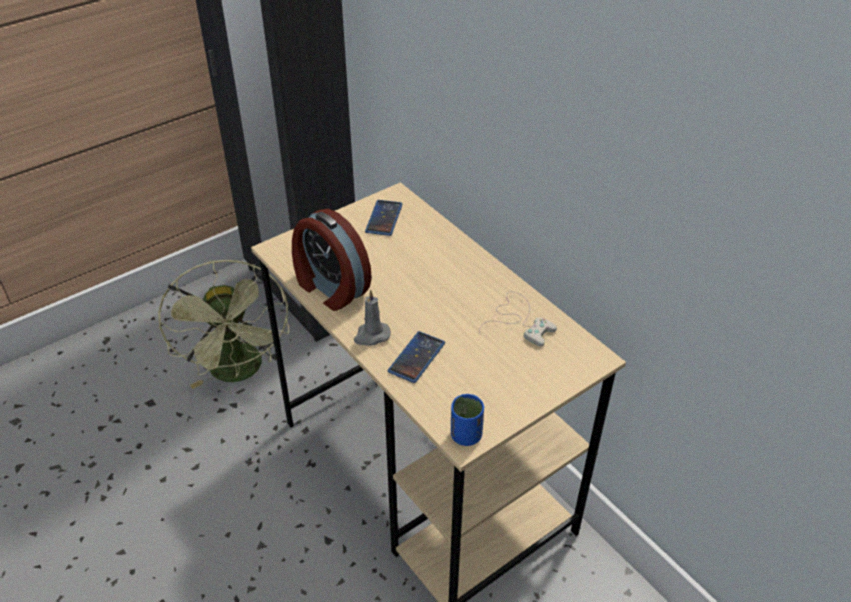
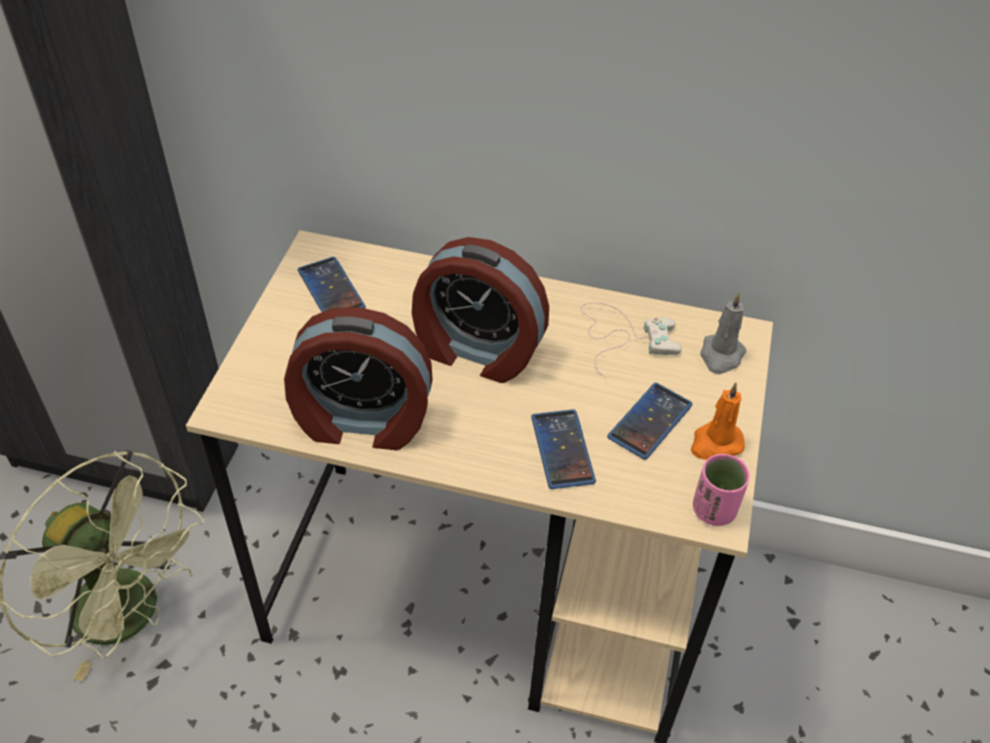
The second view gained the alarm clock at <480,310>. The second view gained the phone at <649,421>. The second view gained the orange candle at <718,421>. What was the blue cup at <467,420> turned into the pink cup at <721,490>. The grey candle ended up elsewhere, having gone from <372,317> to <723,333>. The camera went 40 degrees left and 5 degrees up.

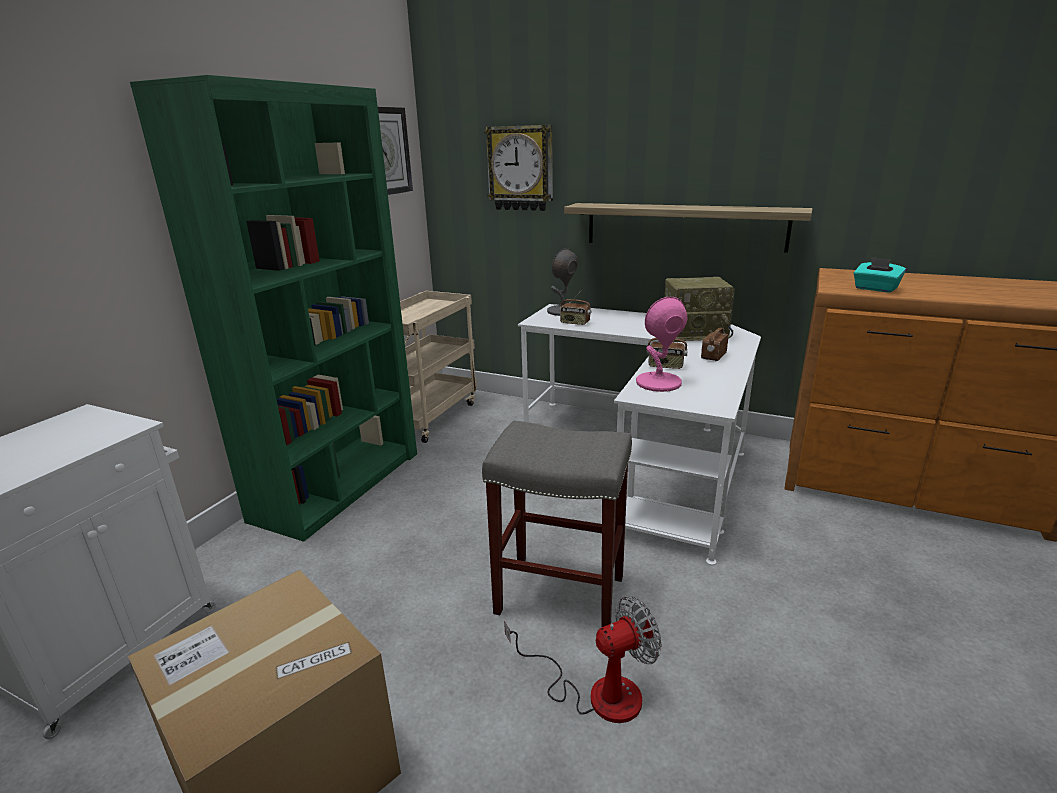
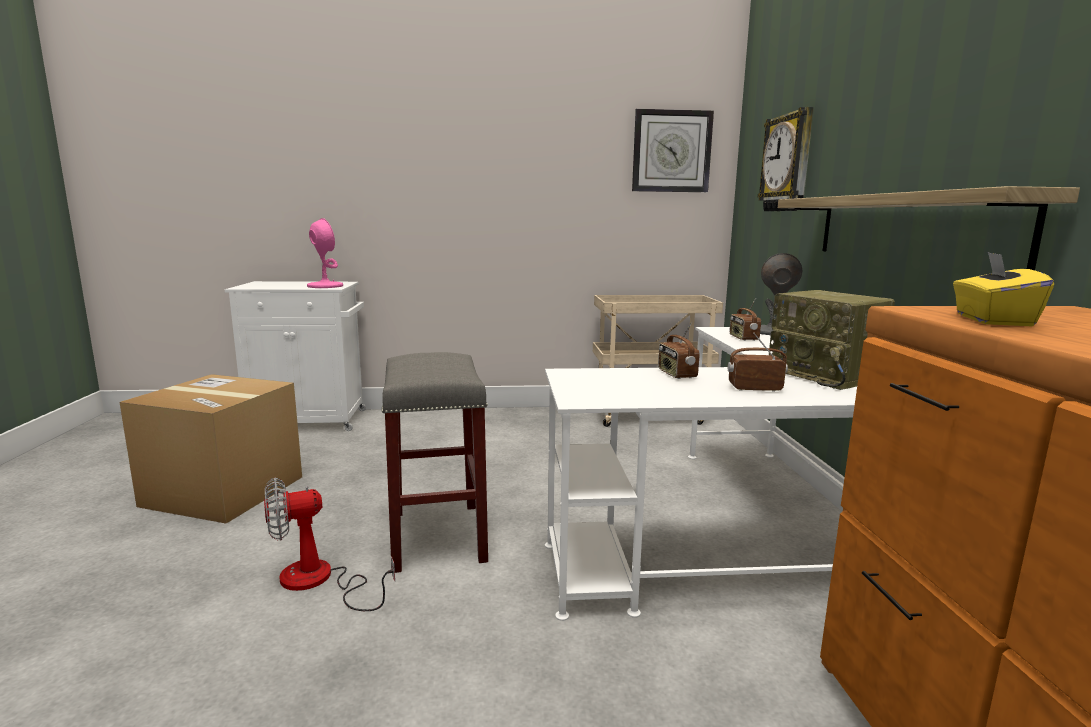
The fan at <583,659> ended up facing another way, 120 degrees clockwise from before. The pink table lamp ended up elsewhere, having gone from <662,344> to <325,253>. What was the turquoise tissue box at <880,275> turned into the yellow tissue box at <1003,289>. The second view lost the green bookcase at <273,308>. The camera went 60 degrees right and 10 degrees down.

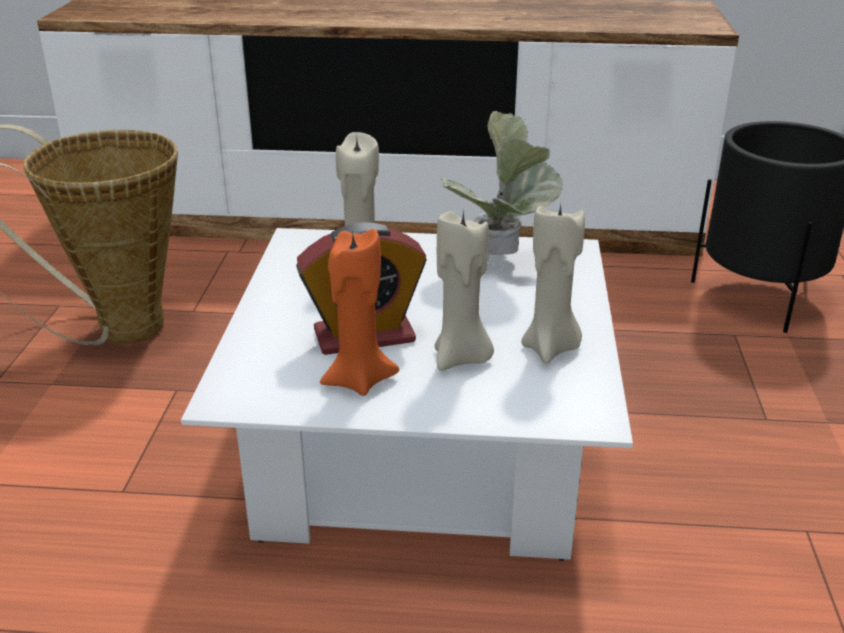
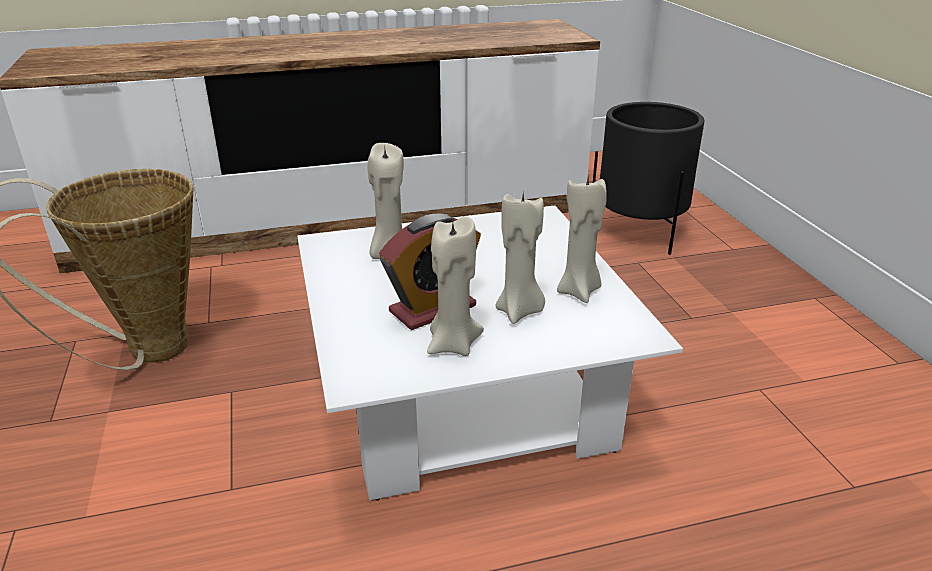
What was the orange candle at <359,312> turned into the beige candle at <455,286>. The second view lost the potted plant at <502,186>. The camera went 20 degrees left and 0 degrees up.

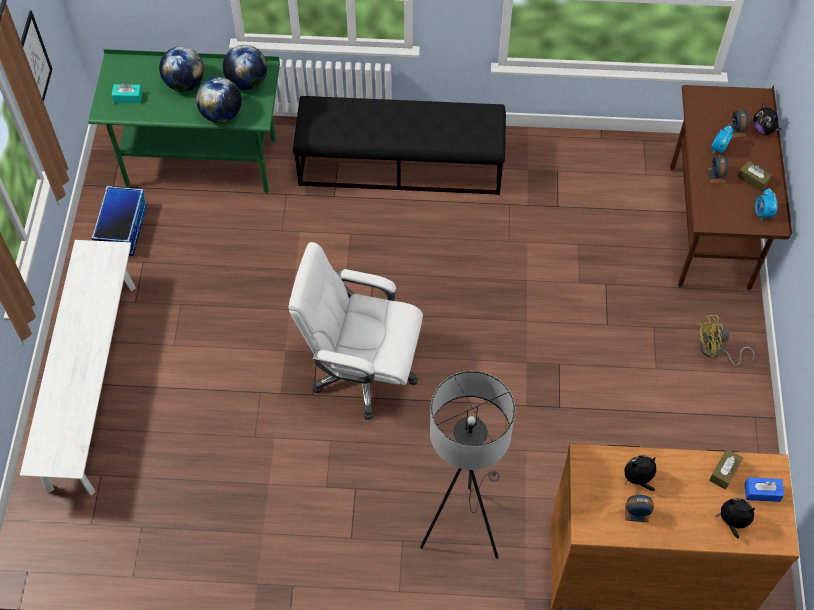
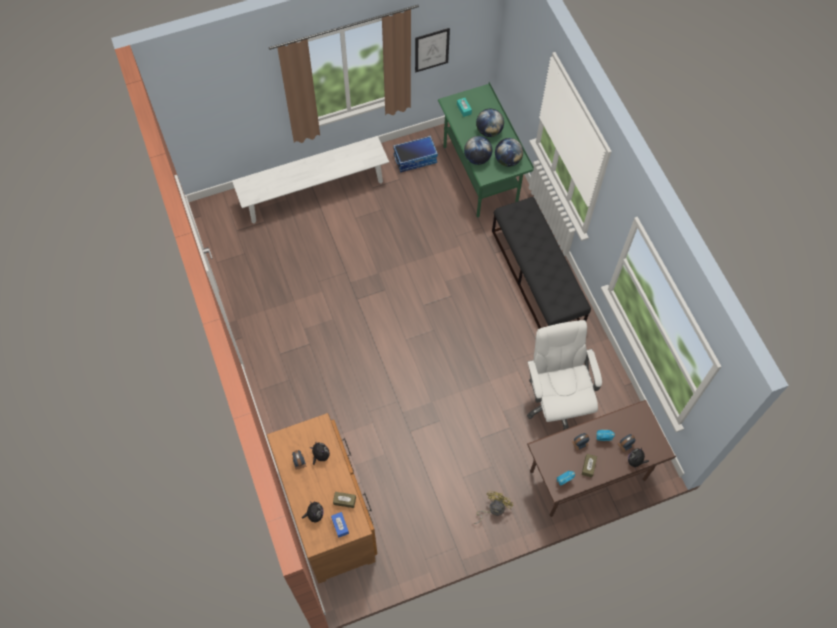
The yellow fan at <726,340> ended up facing another way, 60 degrees clockwise from before. The white office chair ended up elsewhere, having gone from <355,331> to <564,375>. The second view lost the grey floor lamp at <467,465>. The camera went 65 degrees right and 5 degrees up.

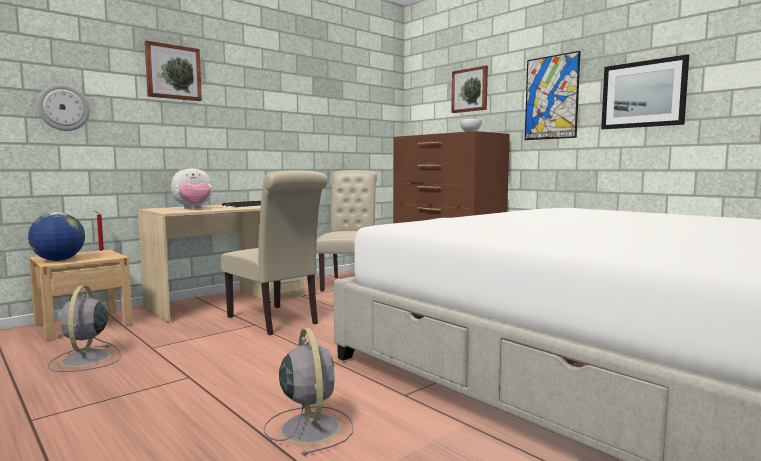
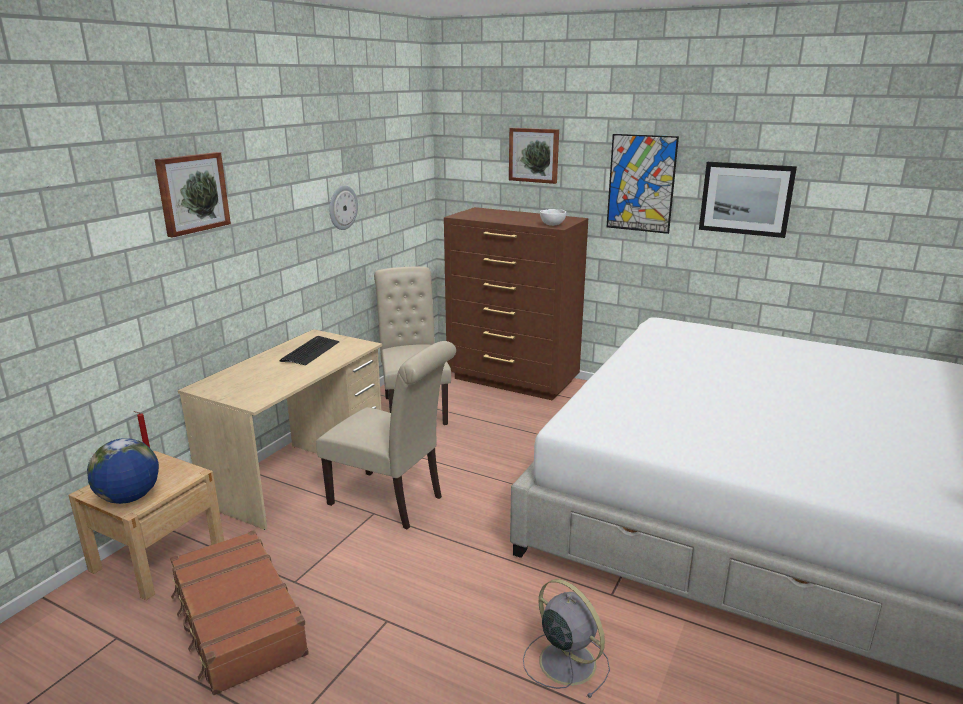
Where the grey fan stood at <84,328>, the brown suitcase came to stand at <239,612>. The wall clock ended up elsewhere, having gone from <63,107> to <343,207>. The second view lost the plush toy at <191,188>. The camera went 20 degrees left and 15 degrees up.

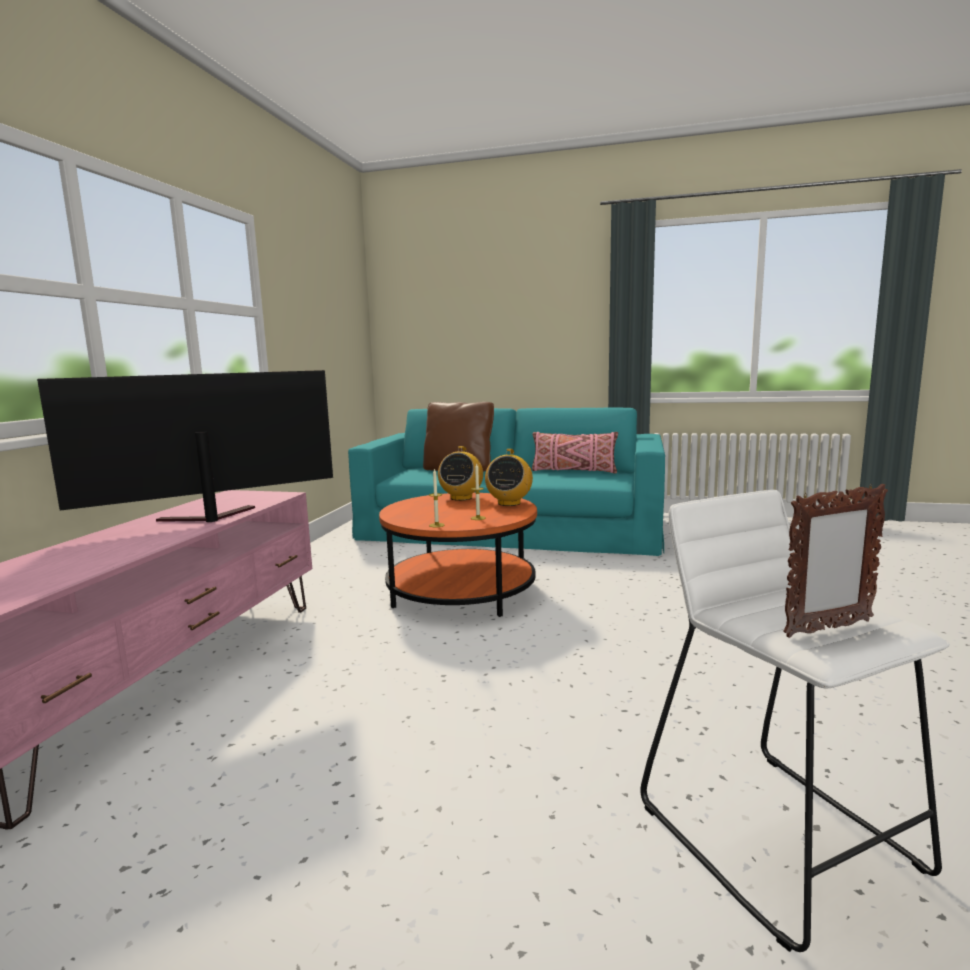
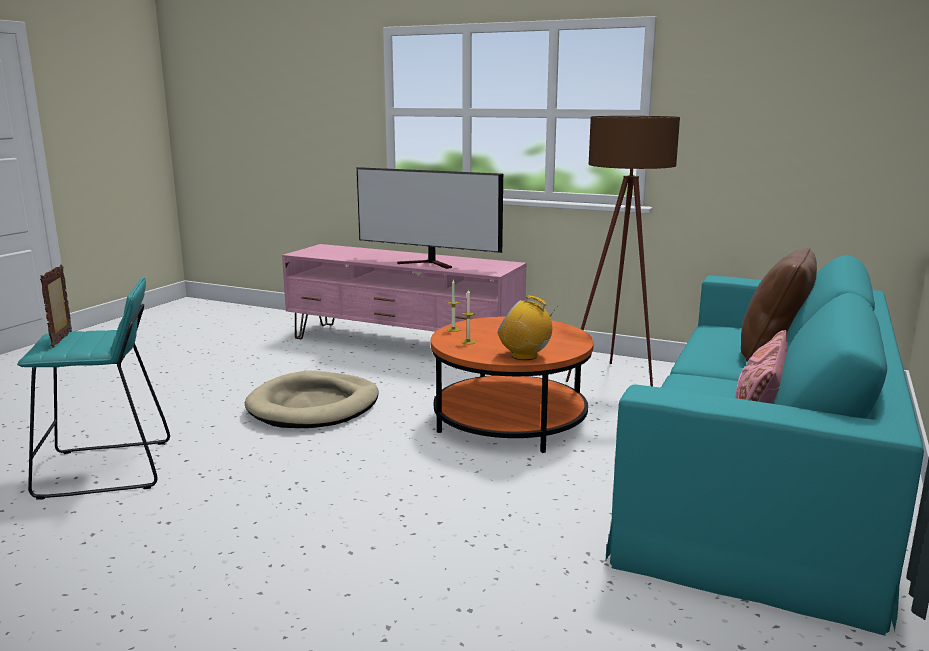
What was the white stool at <795,721> turned into the turquoise stool at <93,389>. The second view gained the beige dog bed at <311,399>. The television at <185,446> ended up facing another way, 135 degrees clockwise from before. The second view gained the brown floor lamp at <623,251>. The second view lost the radio at <460,473>. The camera went 100 degrees right and 5 degrees up.

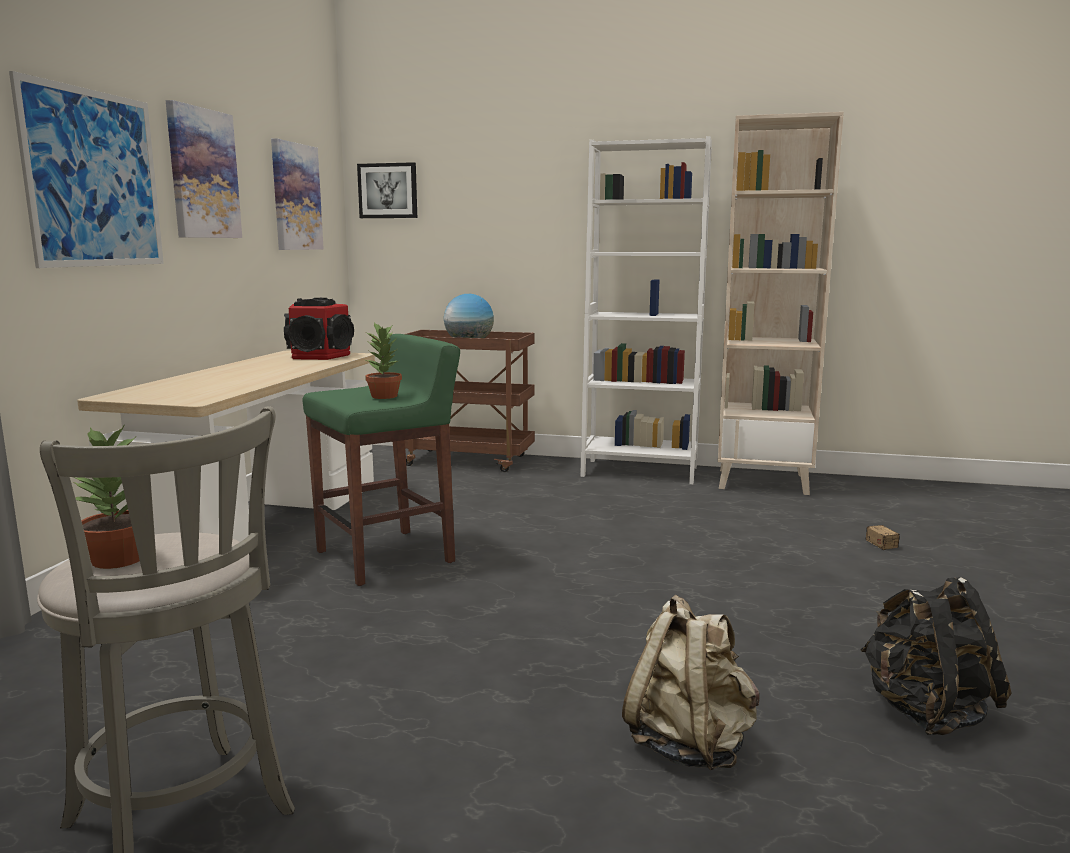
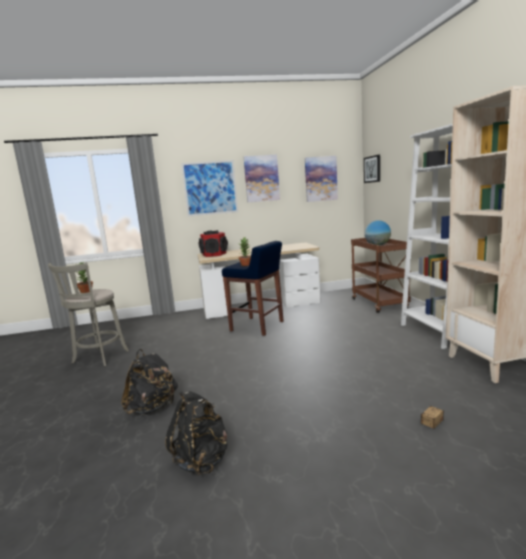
What was the beige backpack at <690,682> turned into the black backpack at <149,382>. The speaker ended up elsewhere, having gone from <319,329> to <213,243>. What was the green stool at <381,460> turned into the blue stool at <253,288>. The camera went 65 degrees right and 0 degrees up.

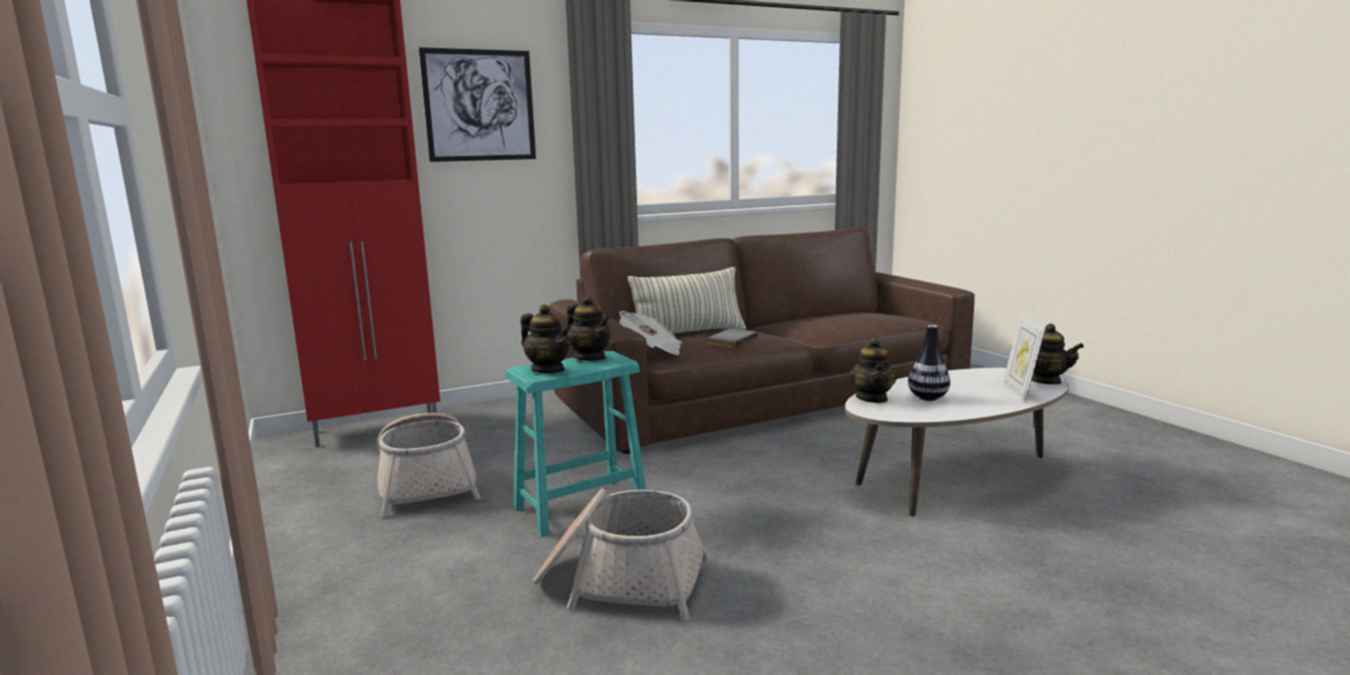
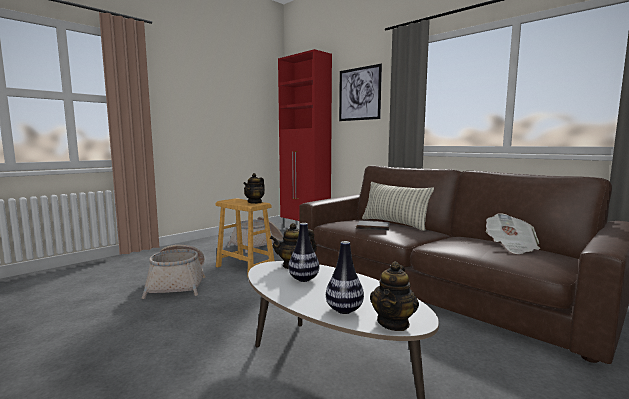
What was the turquoise stool at <575,444> turned into the brown stool at <244,235>. Where the picture frame stood at <1024,357>, the vase came to stand at <345,277>. The newspaper ended up elsewhere, having gone from <650,333> to <513,233>. The second view lost the teapot at <545,338>. The camera went 70 degrees right and 5 degrees down.

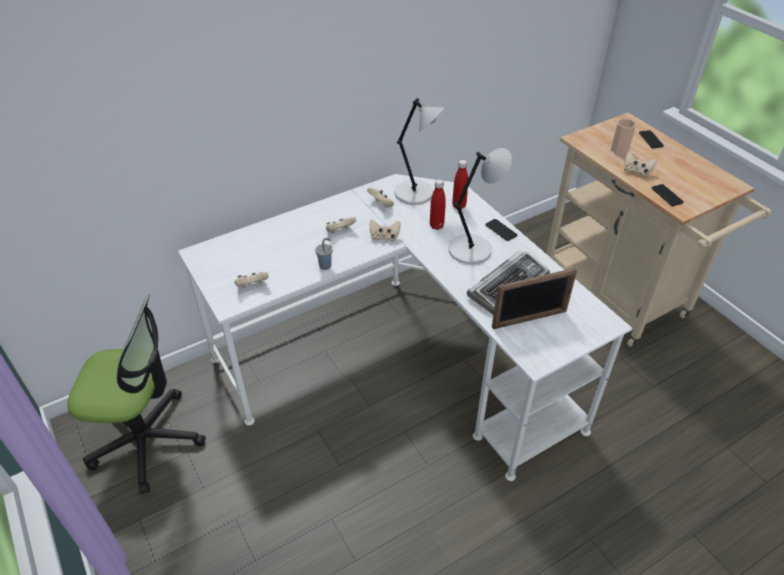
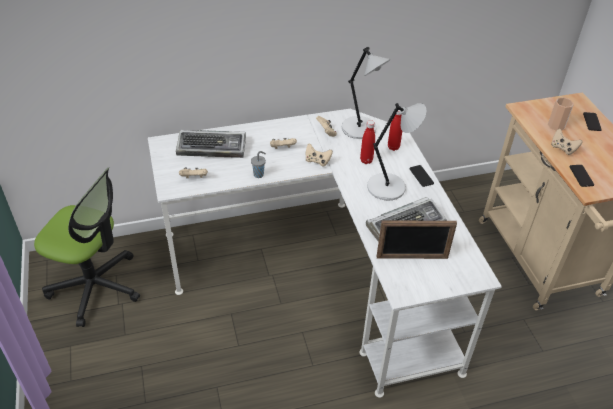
The second view gained the keyboard at <211,144>. The camera went 15 degrees right and 0 degrees up.

